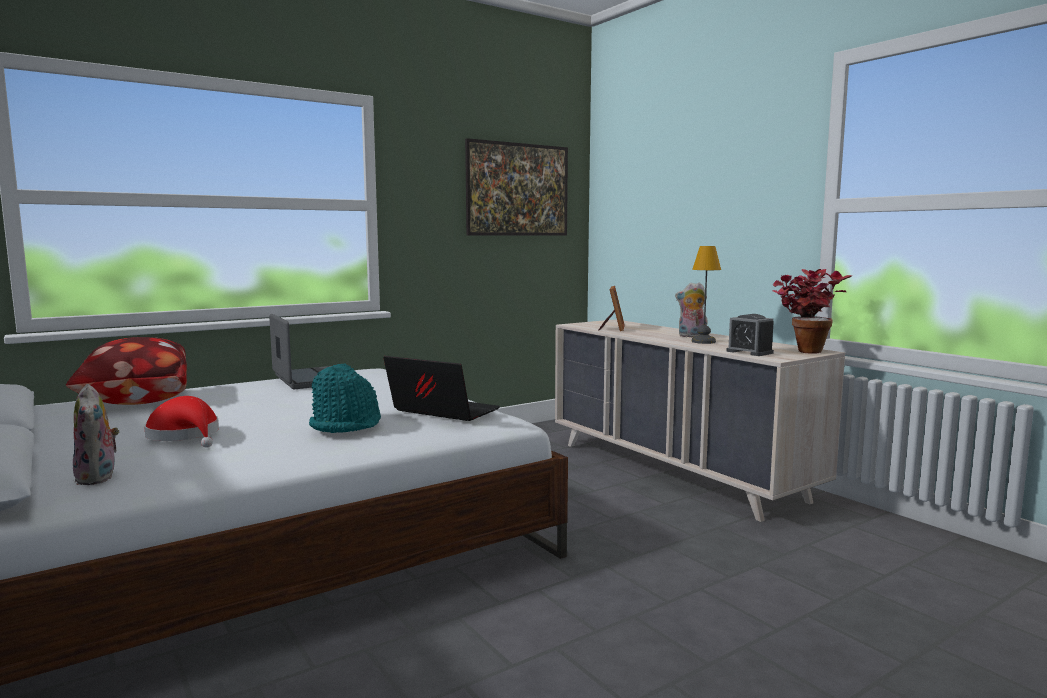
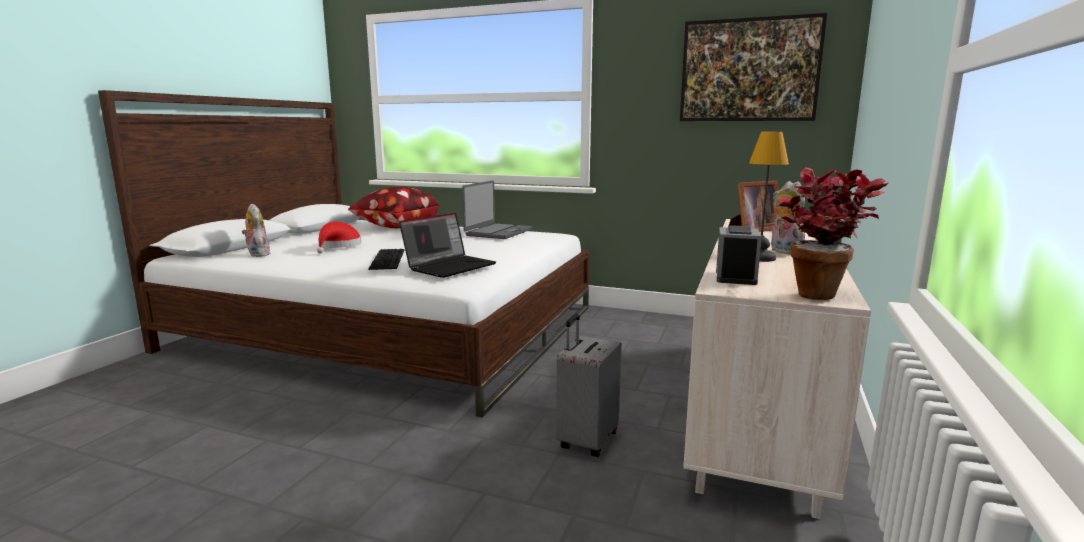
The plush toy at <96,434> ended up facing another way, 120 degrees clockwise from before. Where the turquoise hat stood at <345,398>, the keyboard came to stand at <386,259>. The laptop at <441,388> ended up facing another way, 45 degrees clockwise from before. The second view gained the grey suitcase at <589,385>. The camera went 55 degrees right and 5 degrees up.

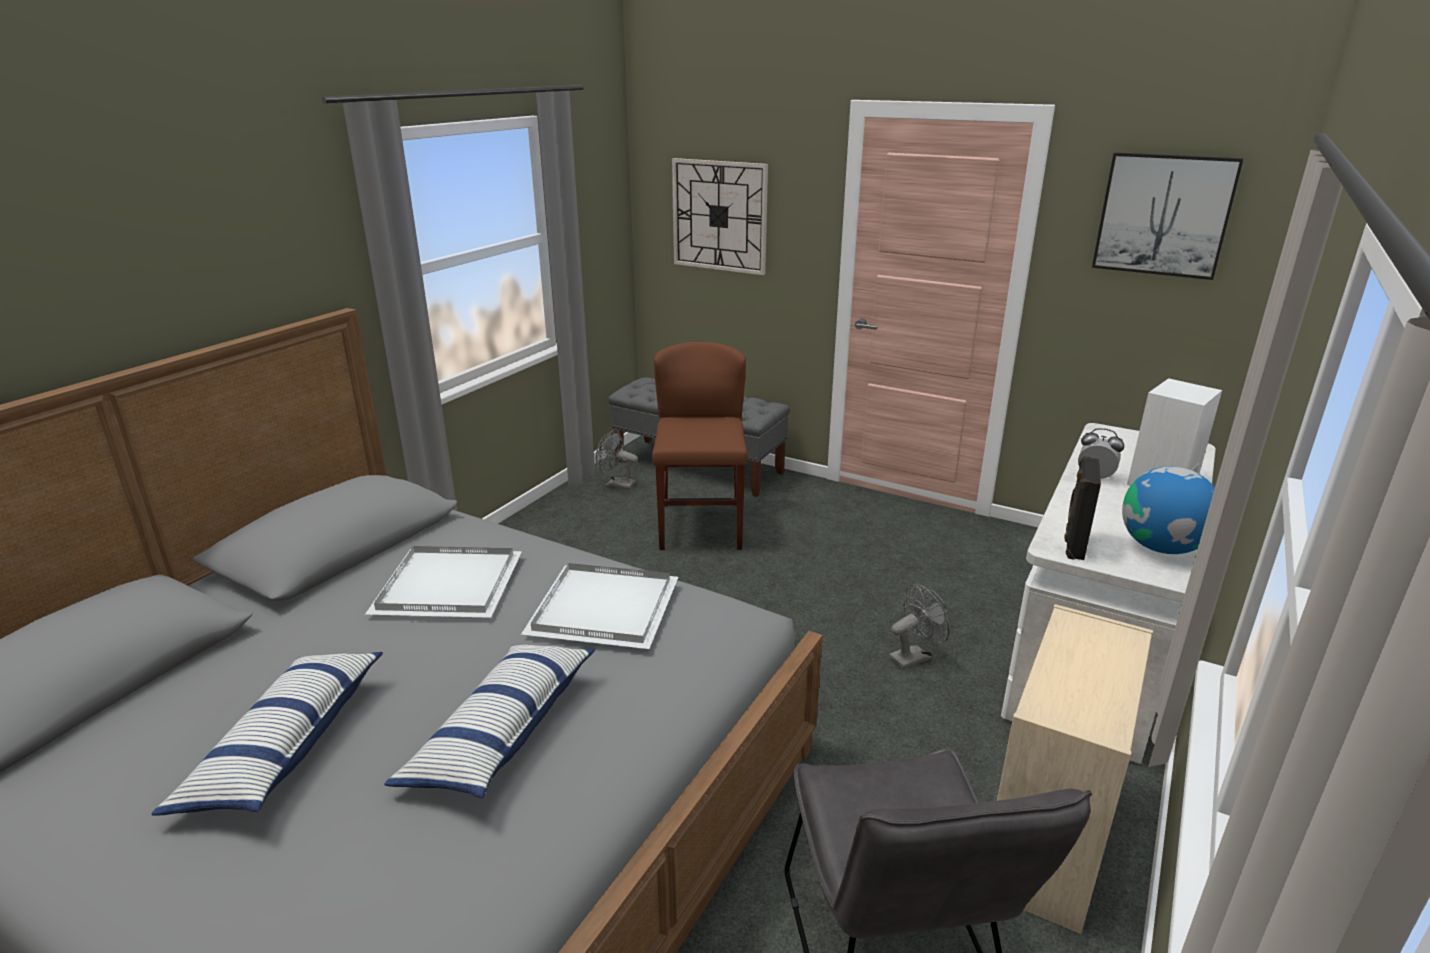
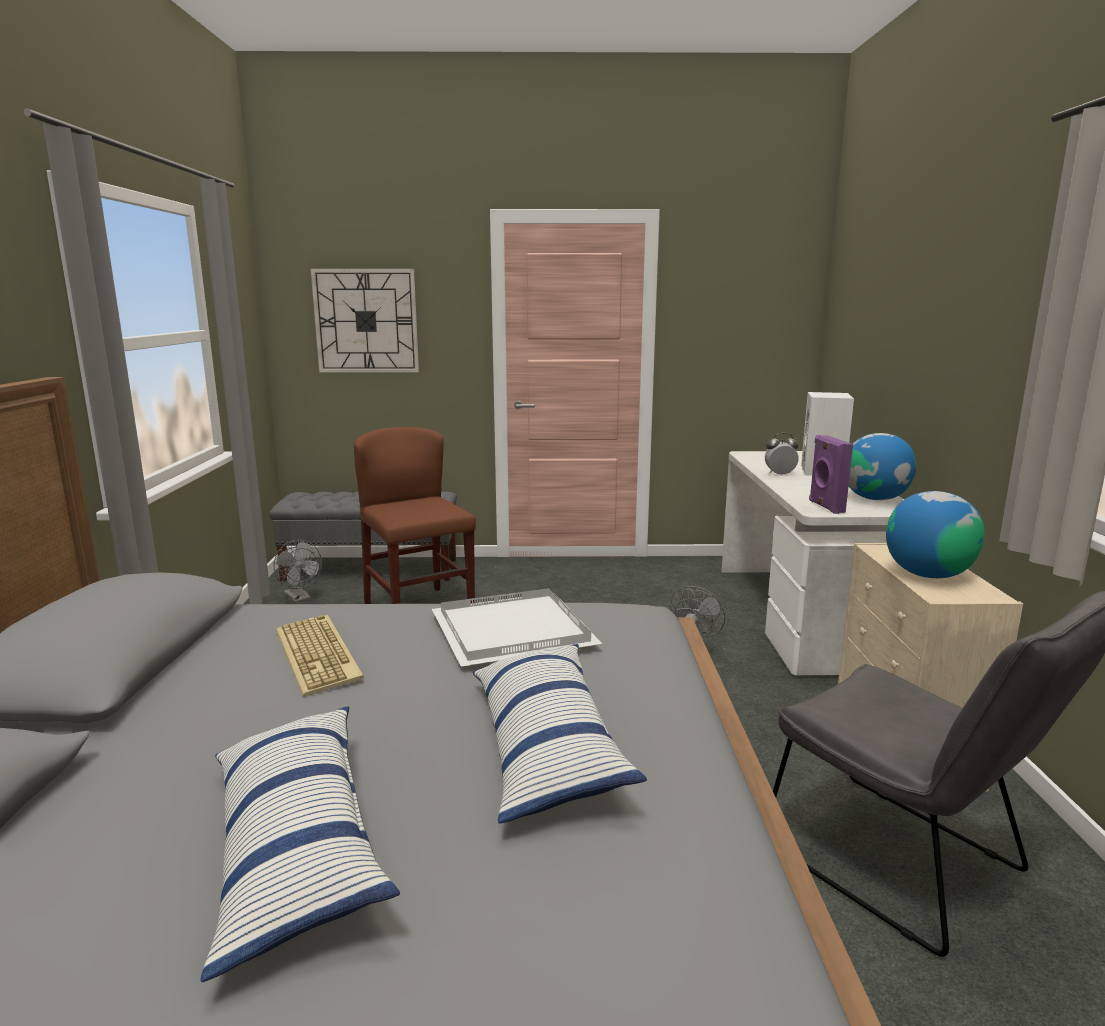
The grey fan at <617,459> ended up facing another way, 120 degrees counterclockwise from before. Where the white tray stood at <443,582>, the keyboard came to stand at <320,656>. What was the black speaker at <1082,508> turned into the purple speaker at <831,474>. The second view gained the globe at <935,534>. The second view lost the picture at <1168,216>. The camera went 30 degrees left and 10 degrees down.

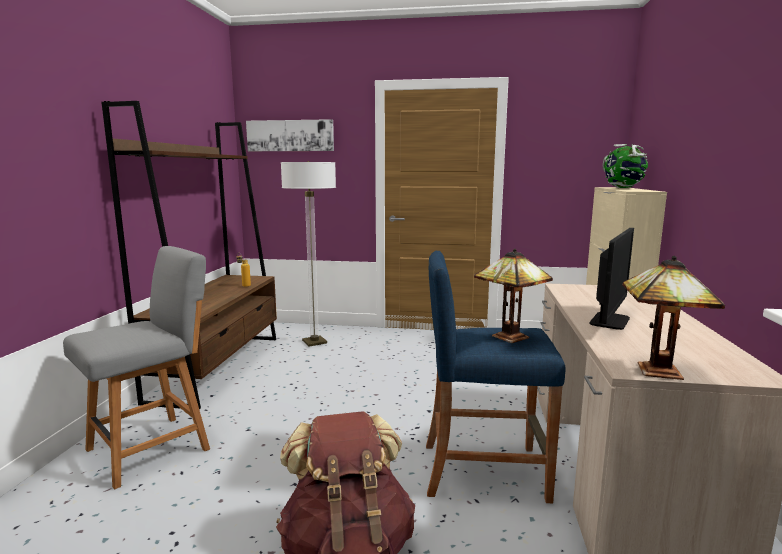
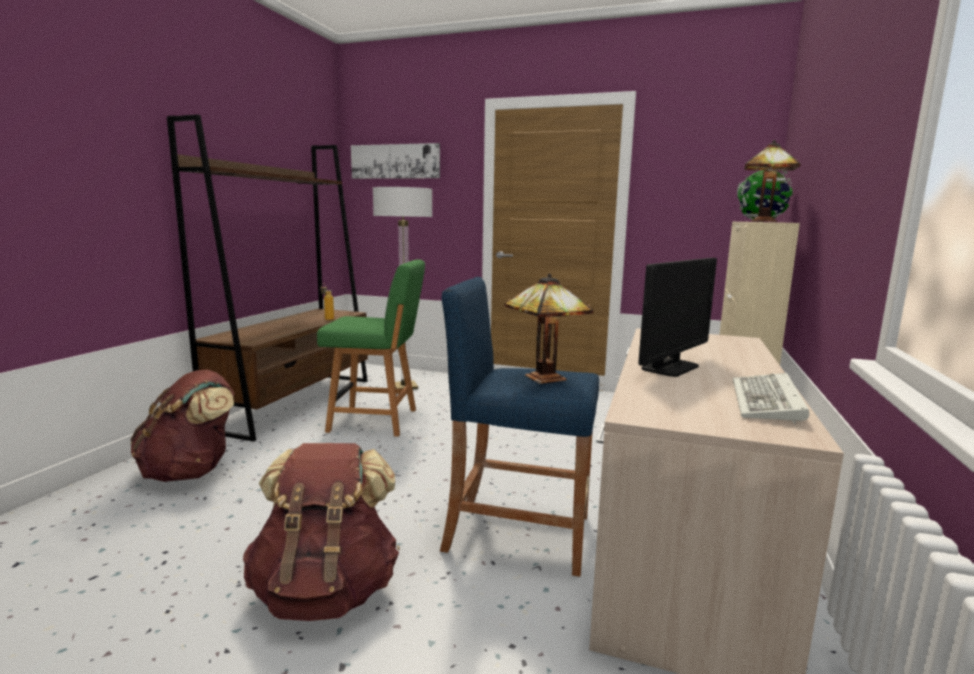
Where the grey chair stood at <136,367>, the brown backpack came to stand at <182,425>. The second view gained the green chair at <371,348>. The second view gained the keyboard at <771,398>. The table lamp ended up elsewhere, having gone from <673,318> to <772,181>. The camera went 10 degrees right and 0 degrees up.

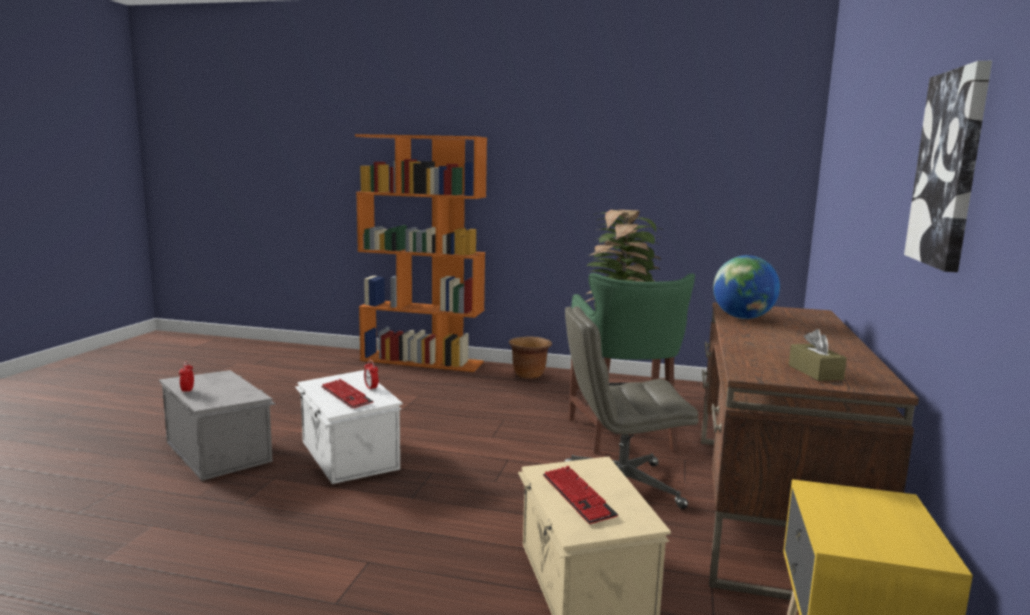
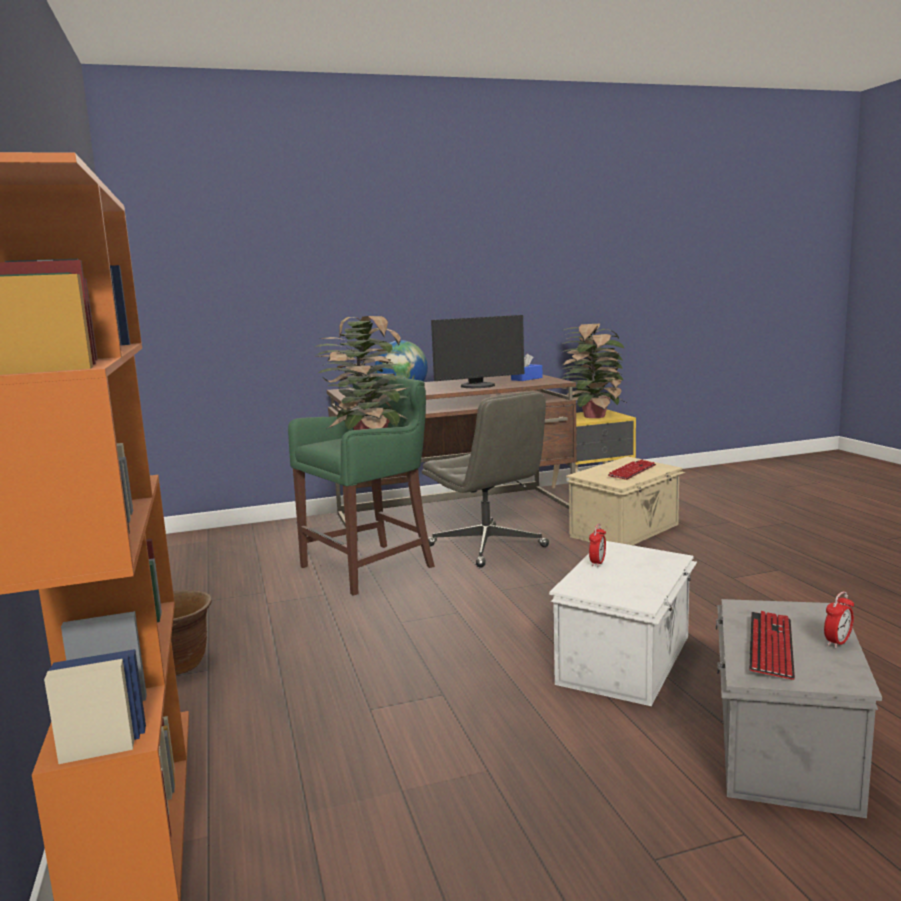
The second view gained the monitor at <477,351>. What was the brown tissue box at <818,355> turned into the blue tissue box at <527,367>. The second view gained the potted plant at <593,371>. The keyboard ended up elsewhere, having gone from <347,394> to <772,645>. The second view lost the picture at <948,166>. The camera went 120 degrees left and 0 degrees up.

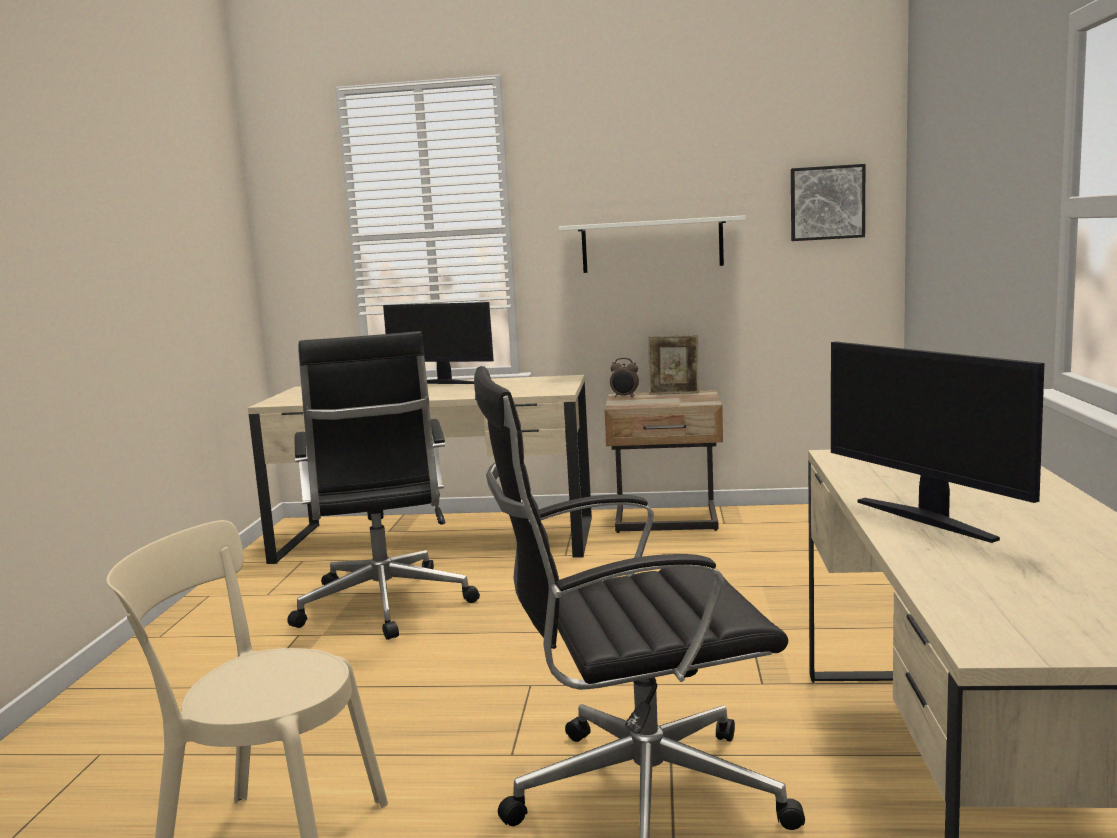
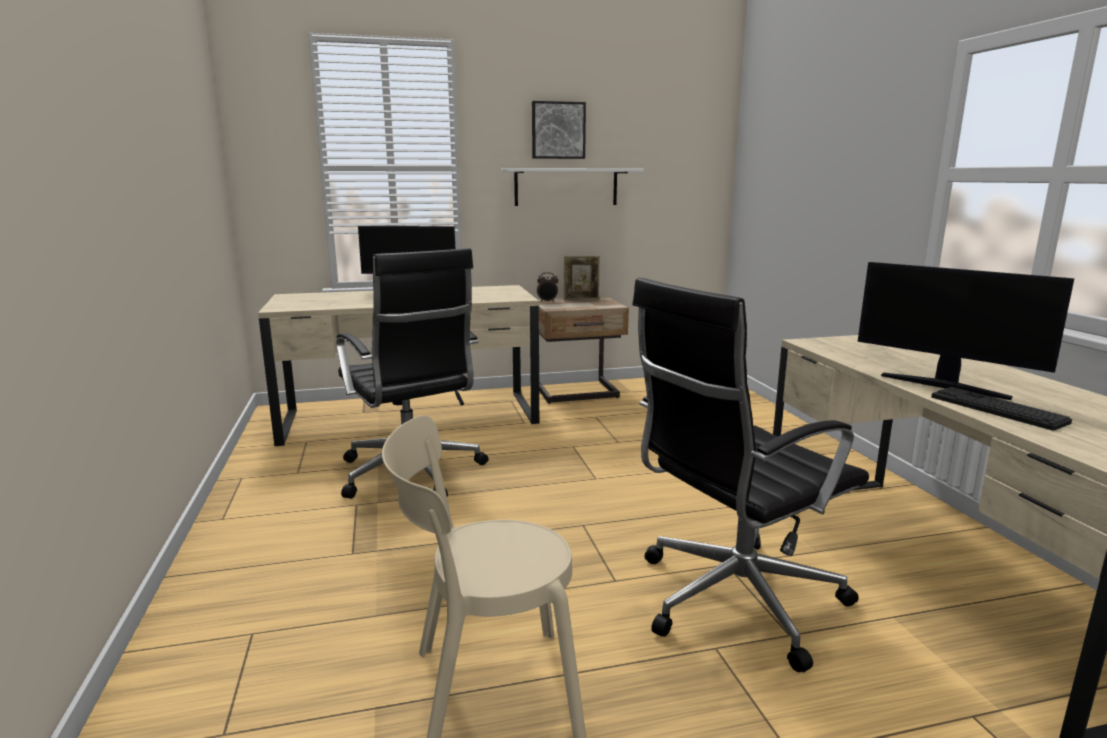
The picture ended up elsewhere, having gone from <828,202> to <559,130>. The second view gained the keyboard at <1001,409>. The camera went 20 degrees left and 5 degrees up.

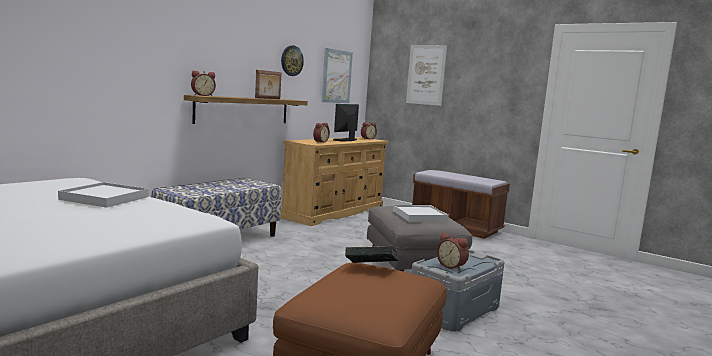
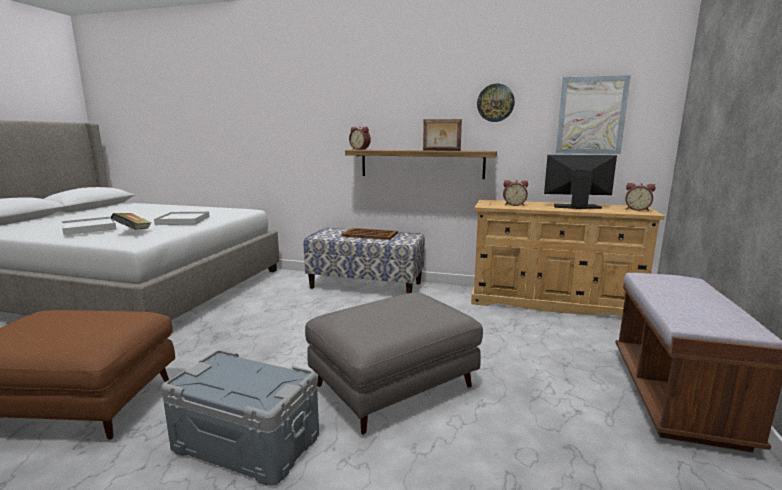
The white tray ended up elsewhere, having gone from <421,213> to <88,225>. The book ended up elsewhere, having gone from <371,254> to <131,221>. The second view gained the brown tray at <370,234>. The second view lost the picture at <426,75>. The second view lost the alarm clock at <453,252>. The camera went 70 degrees right and 5 degrees up.

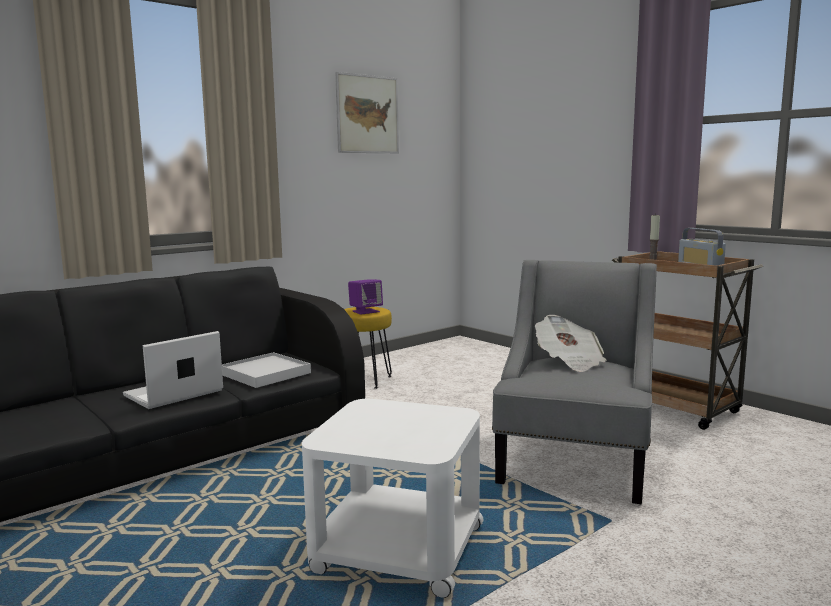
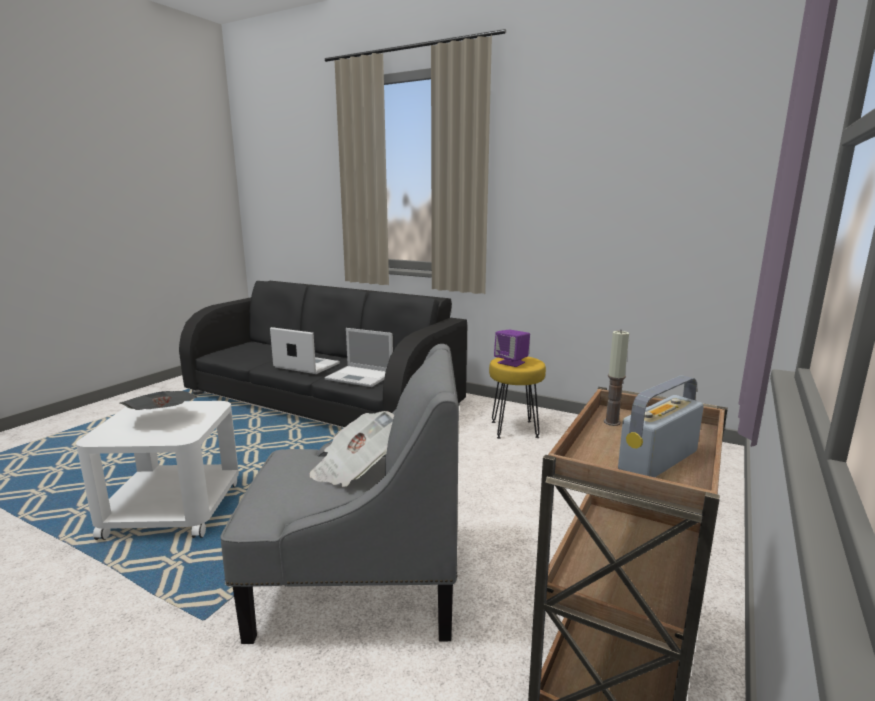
The second view gained the newspaper at <158,400>. Where the white tray stood at <266,370>, the laptop came to stand at <358,357>. The second view lost the picture at <367,112>. The camera went 70 degrees right and 5 degrees up.

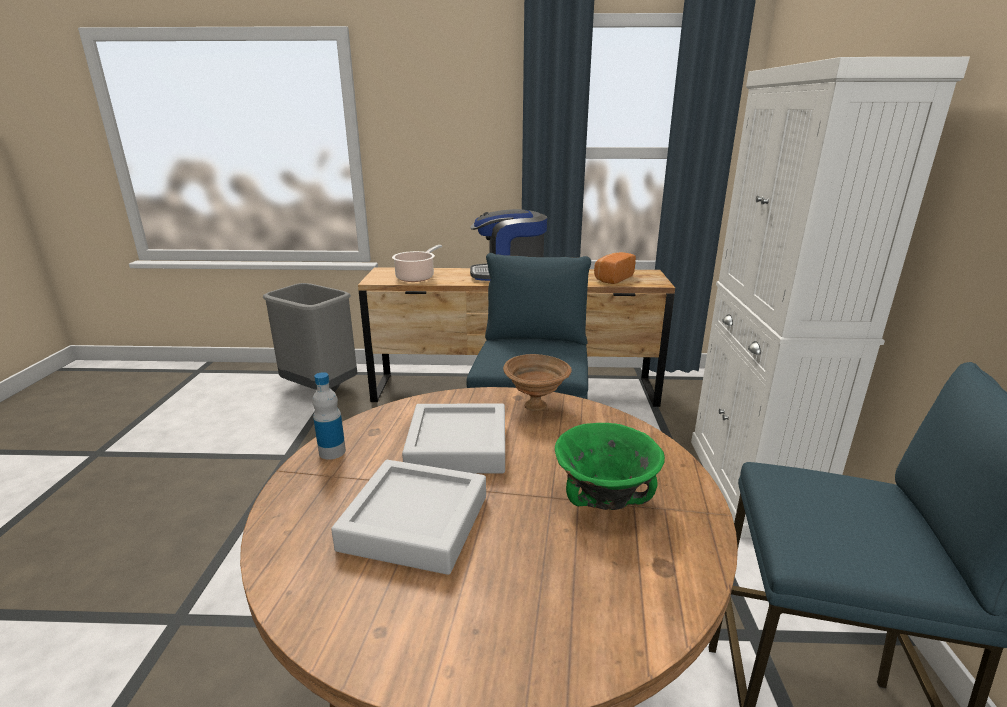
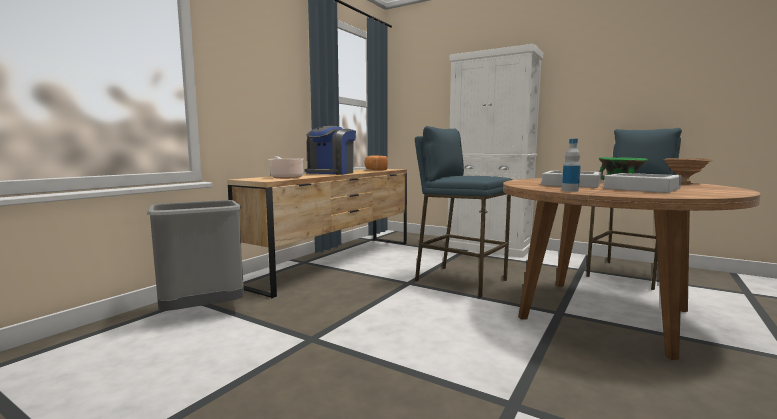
The brown bowl ended up elsewhere, having gone from <537,382> to <687,171>. The camera went 60 degrees left and 15 degrees down.

